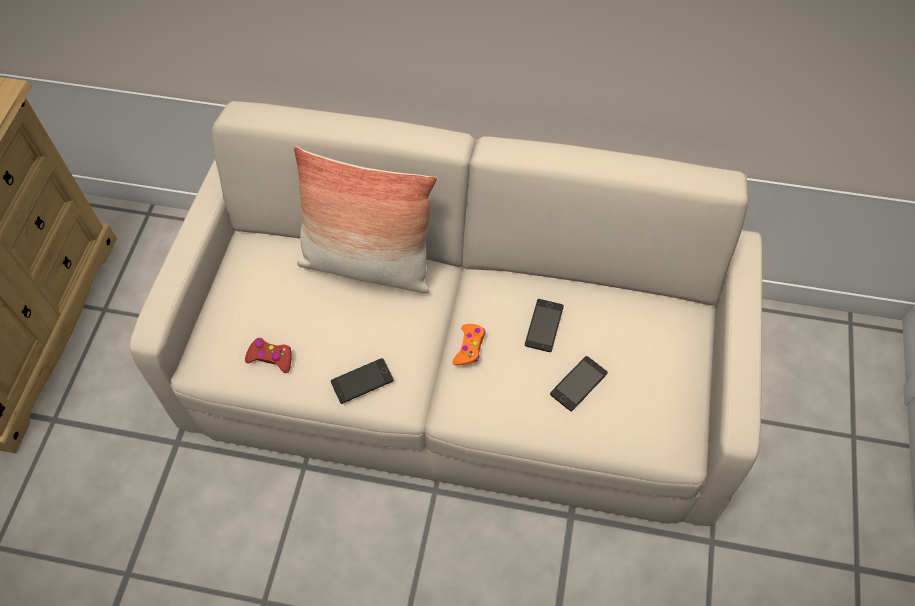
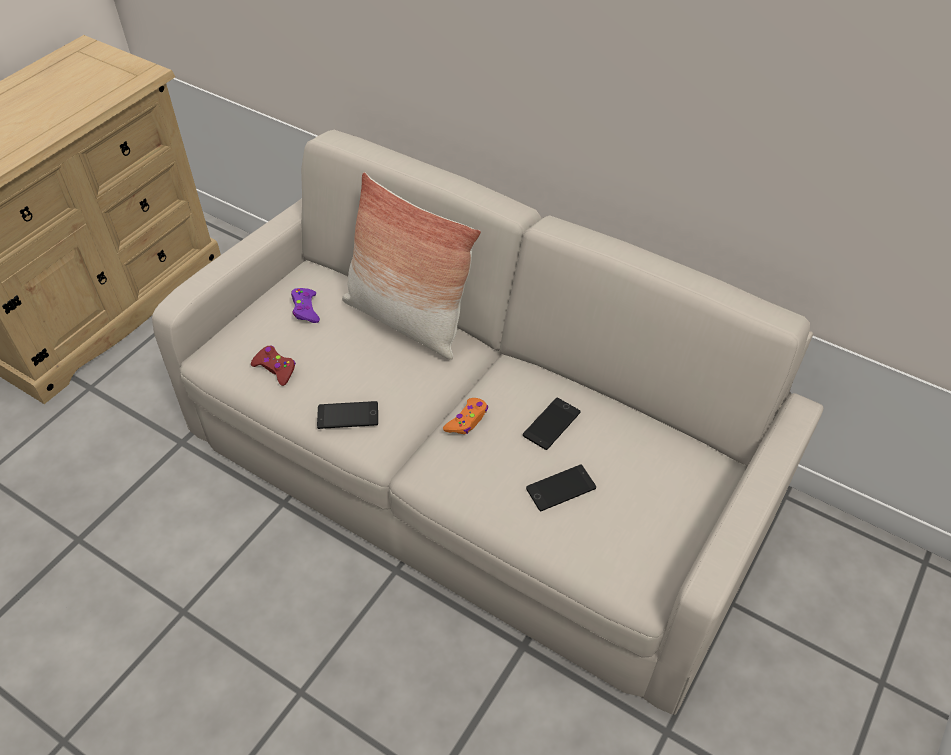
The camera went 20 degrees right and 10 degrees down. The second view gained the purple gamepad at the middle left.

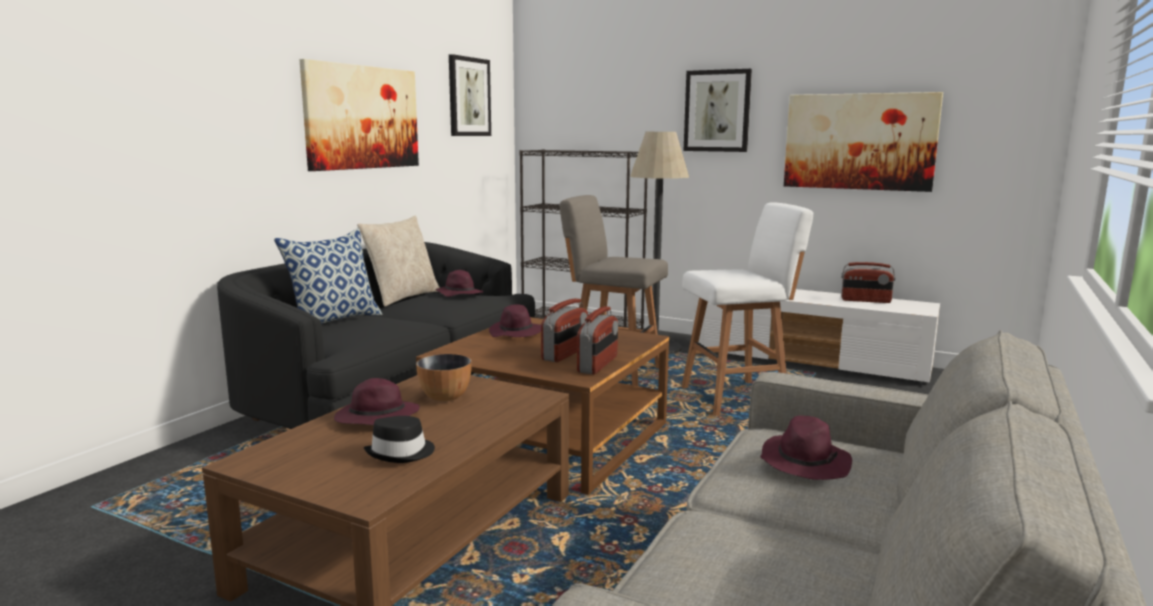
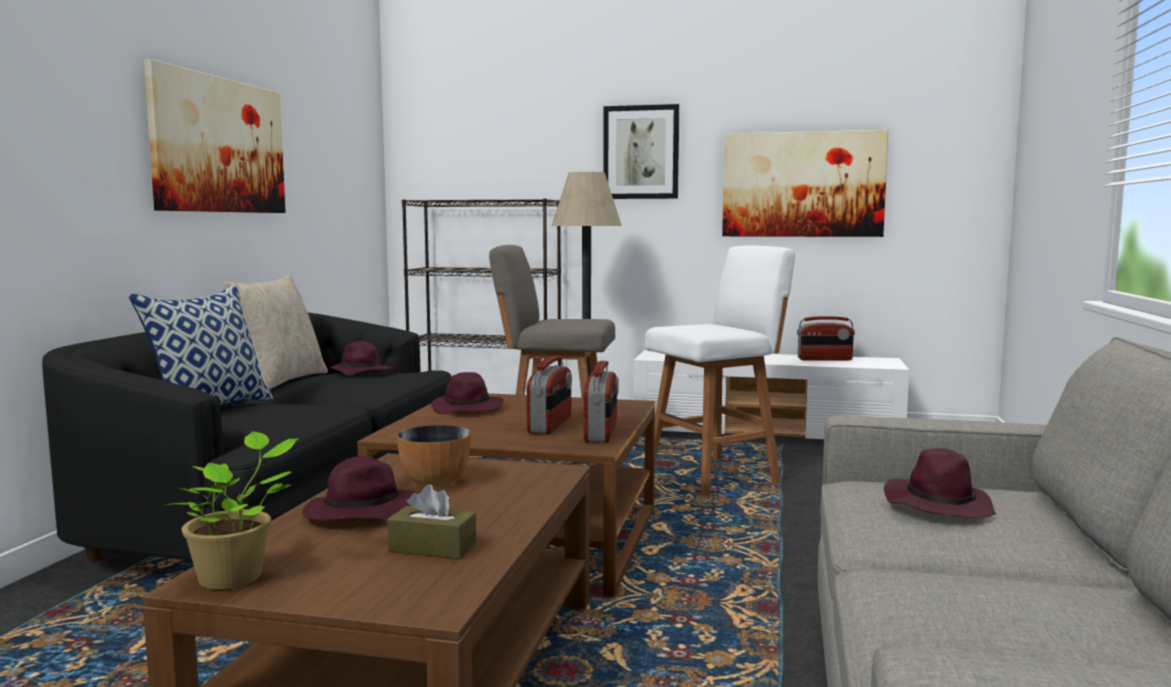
The camera went 15 degrees left and 5 degrees down. The second view lost the wall art (2nd from left) at the top centre. The second view gained the potted plant at the bottom left. Where the black-coloured hat stood at the bottom centre, the brown-coloured tissue box came to stand at the bottom centre.

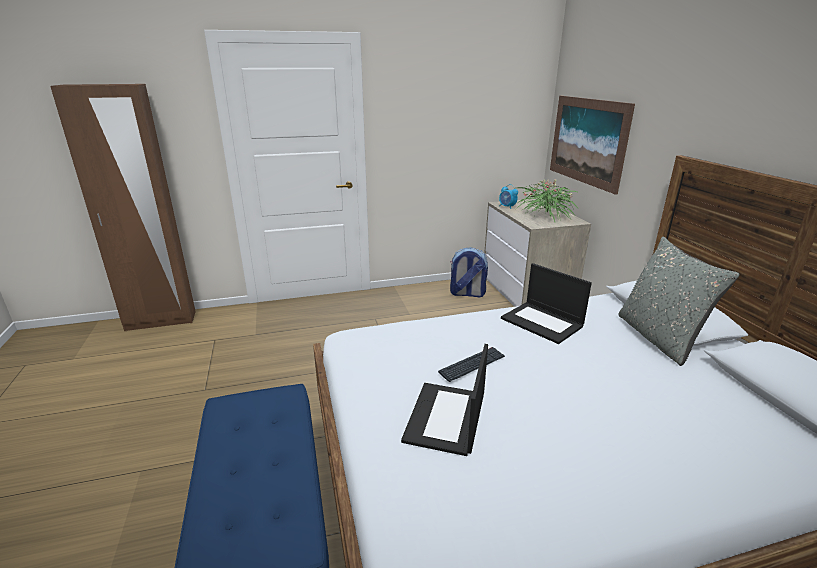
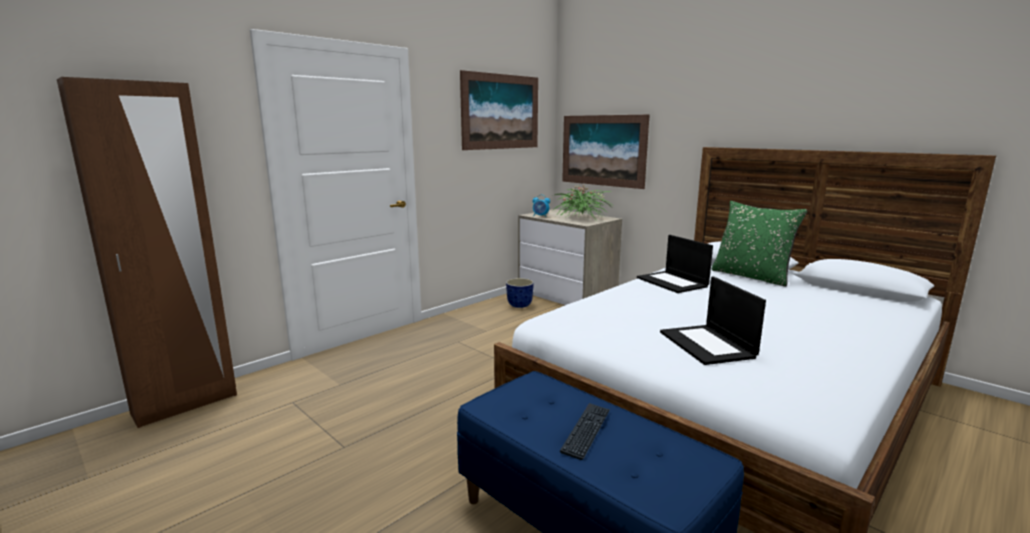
The camera went 30 degrees left and 10 degrees down. The second view gained the wall art (1st from left) at the top centre. The keyboard ended up elsewhere, having gone from the centre to the bottom centre. Where the backpack stood at the centre, the plant pot came to stand at the centre. What was the gray throw pillow at the middle right turned into the green throw pillow at the middle right. The laptop (2nd from left in the first image) at the middle right ended up facing another way, 45 degrees clockwise from before.

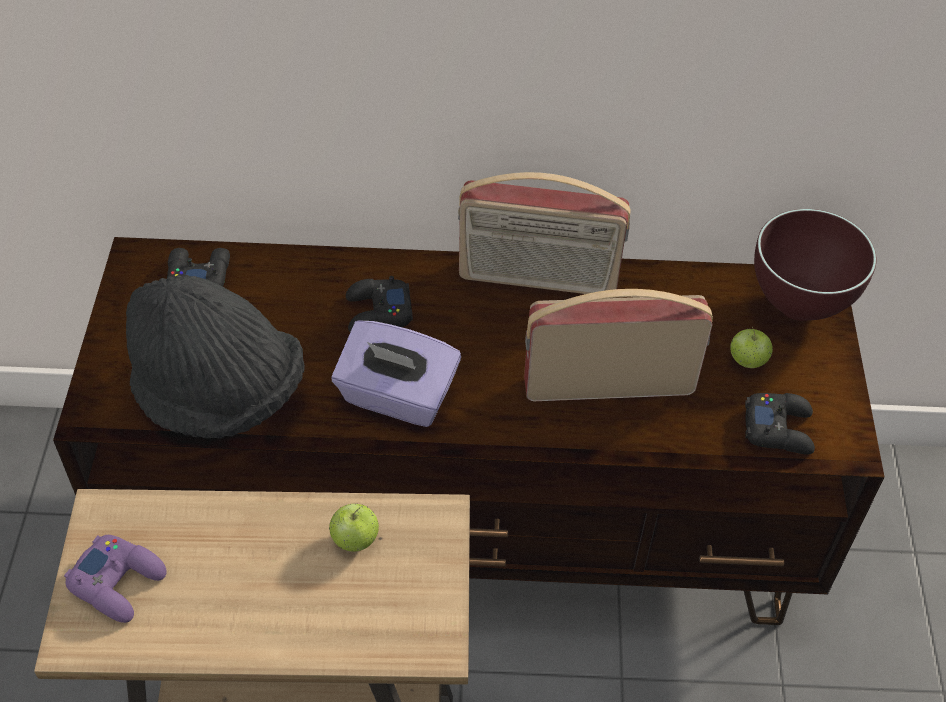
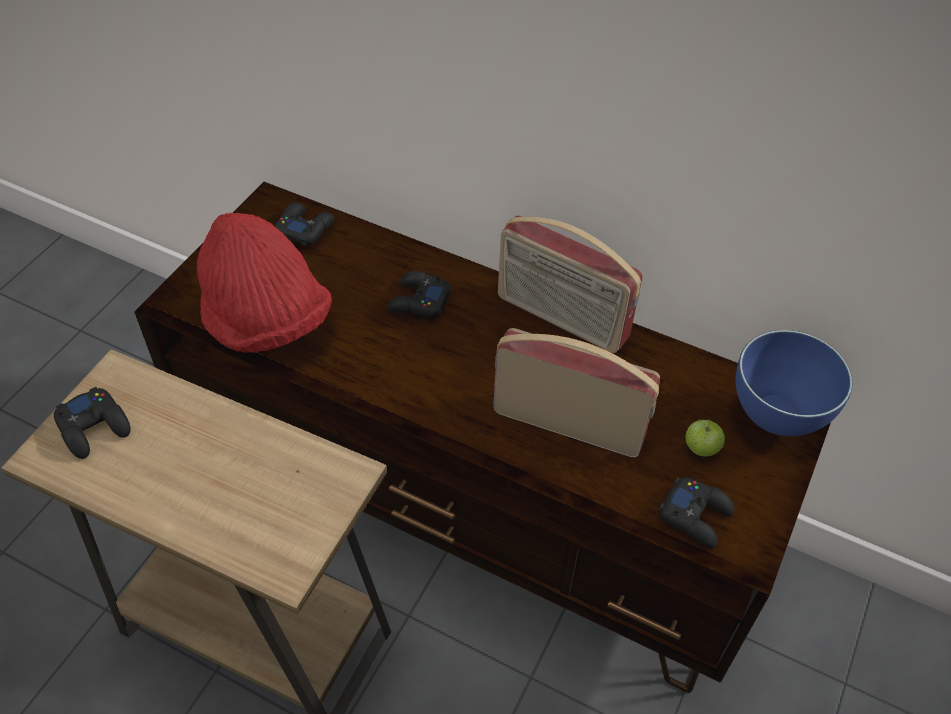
The camera went 25 degrees right and 0 degrees up. The second view lost the whole apple (1st from left) at the bottom centre. The second view lost the purple tissue box at the centre. What was the purple gamepad at the bottom left turned into the black-coloured gamepad (1st from left) at the middle left. What was the black-coloured hat at the middle left turned into the red hat at the middle left. What was the brown-coloured bowl at the middle right turned into the blue-coloured bowl at the middle right.

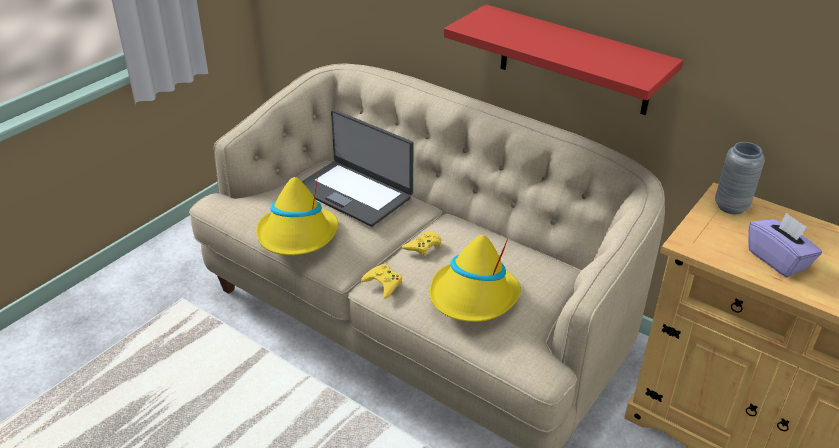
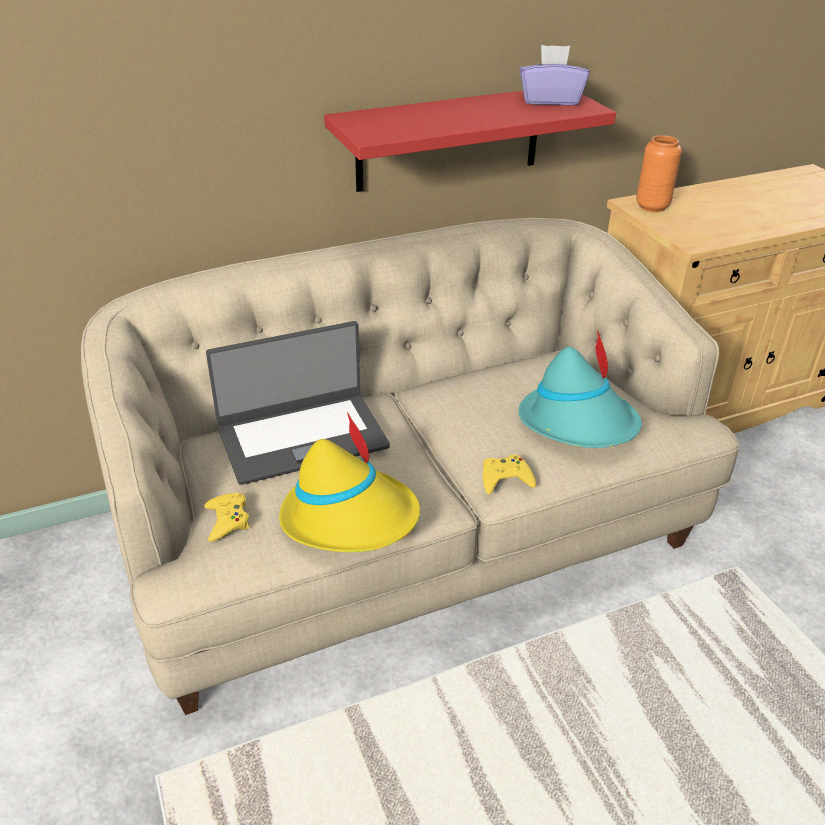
The camera went 60 degrees left and 0 degrees up. The yellowish gamepad (2nd from left in the first image) ended up elsewhere, having gone from the centre to the middle left. The purple tissue box ended up elsewhere, having gone from the middle right to the top right. What was the yellowish hat (2nd from left) at the centre turned into the turquoise hat at the middle right. What was the gray decorative vase at the middle right turned into the orangey decorative vase at the top right.

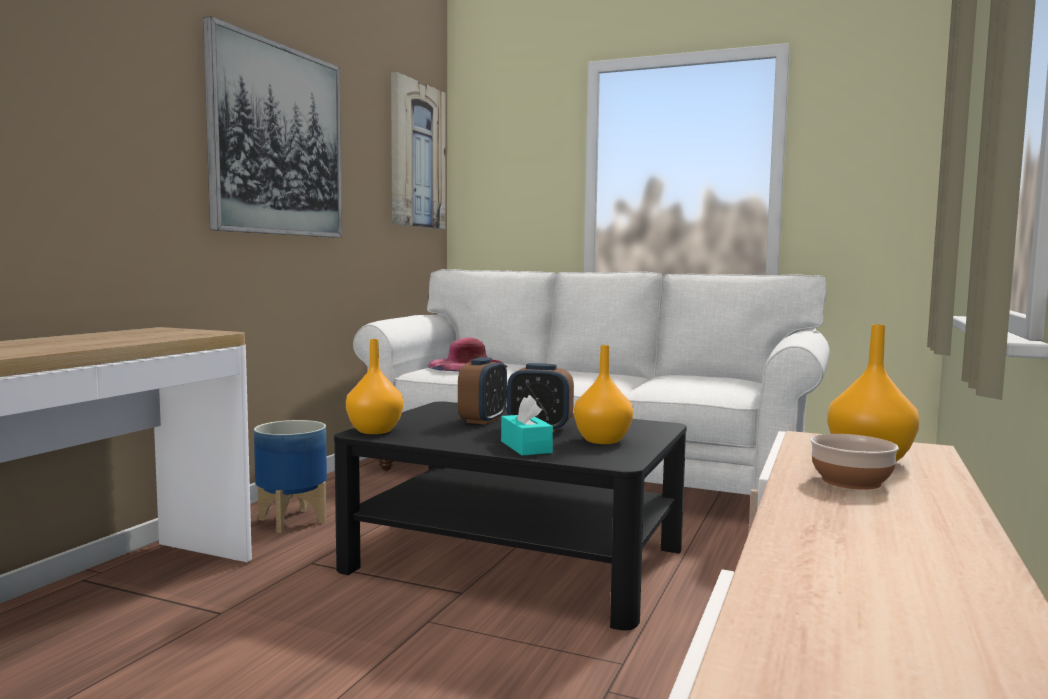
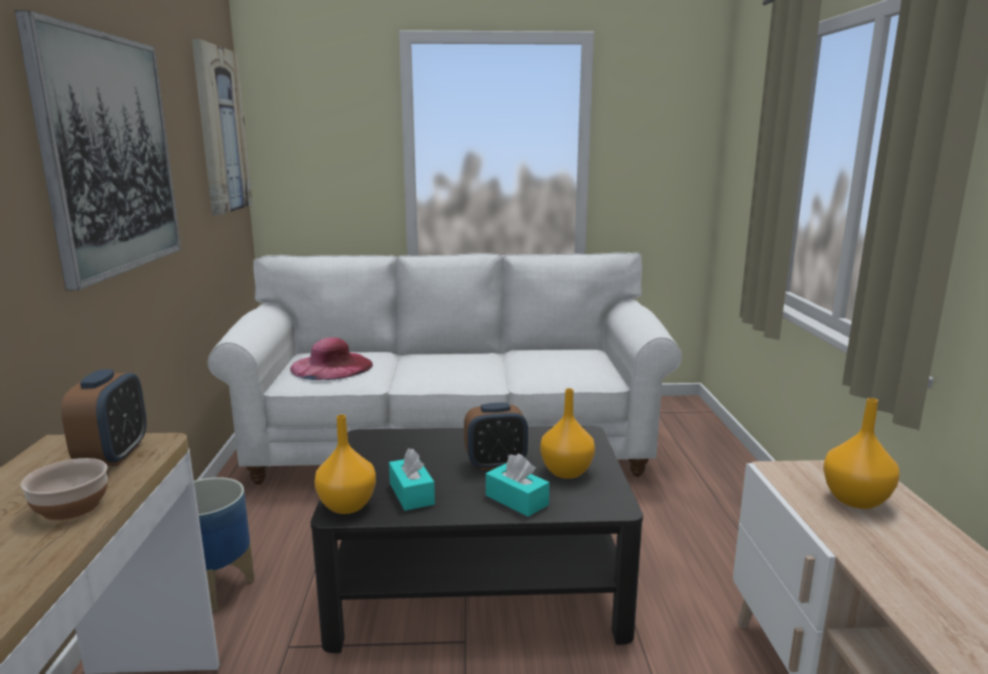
The camera went 25 degrees left and 10 degrees up. The second view gained the turquoise tissue box (1st from left) at the bottom centre. The bedside clock (1st from left) ended up elsewhere, having gone from the centre to the middle left. The bowl ended up elsewhere, having gone from the middle right to the bottom left.

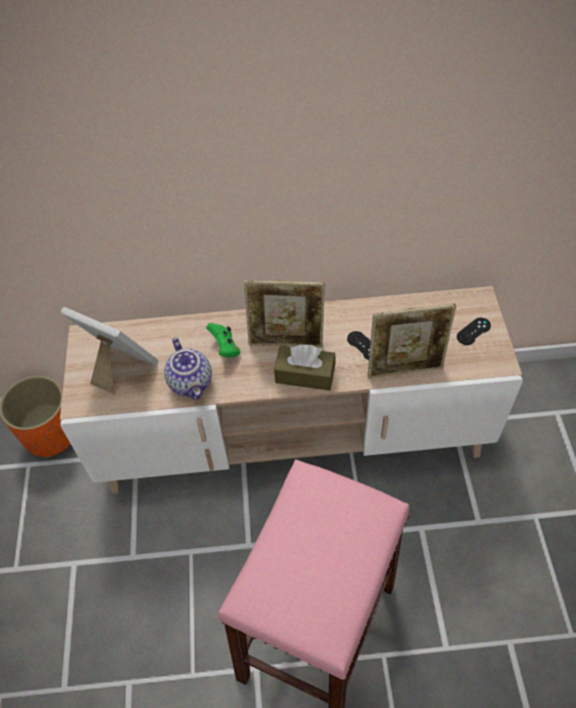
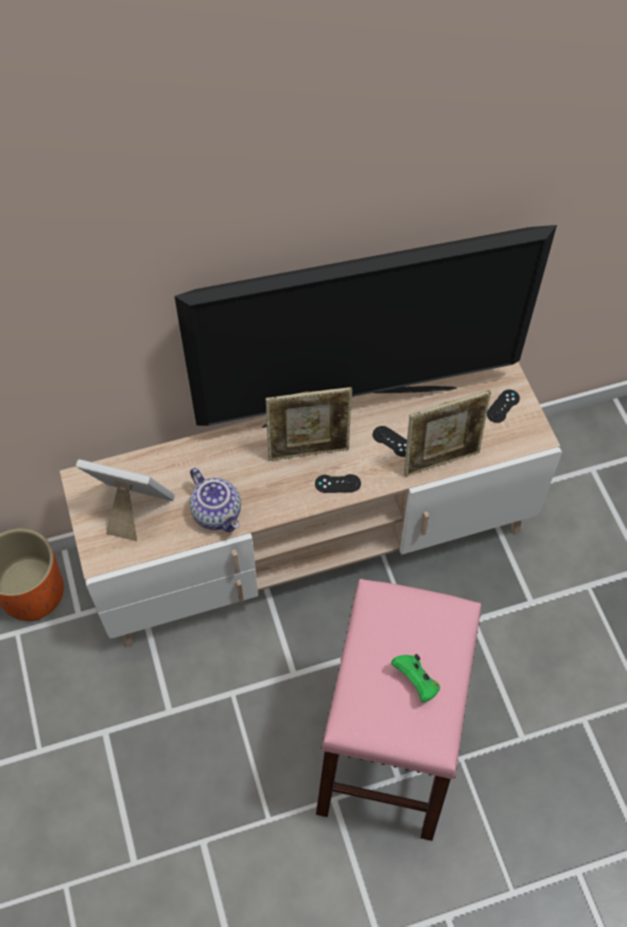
The camera went 15 degrees left and 5 degrees up. The second view gained the television at the centre. The green gamepad ended up elsewhere, having gone from the centre to the bottom centre. Where the brown-coloured tissue box stood at the centre, the black-coloured gamepad (1st from left) came to stand at the centre.

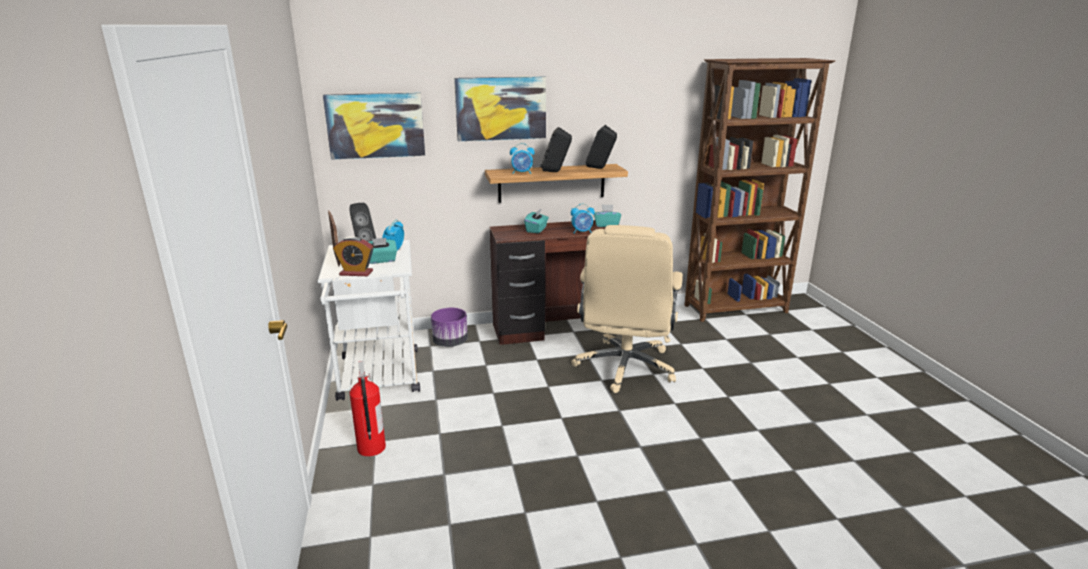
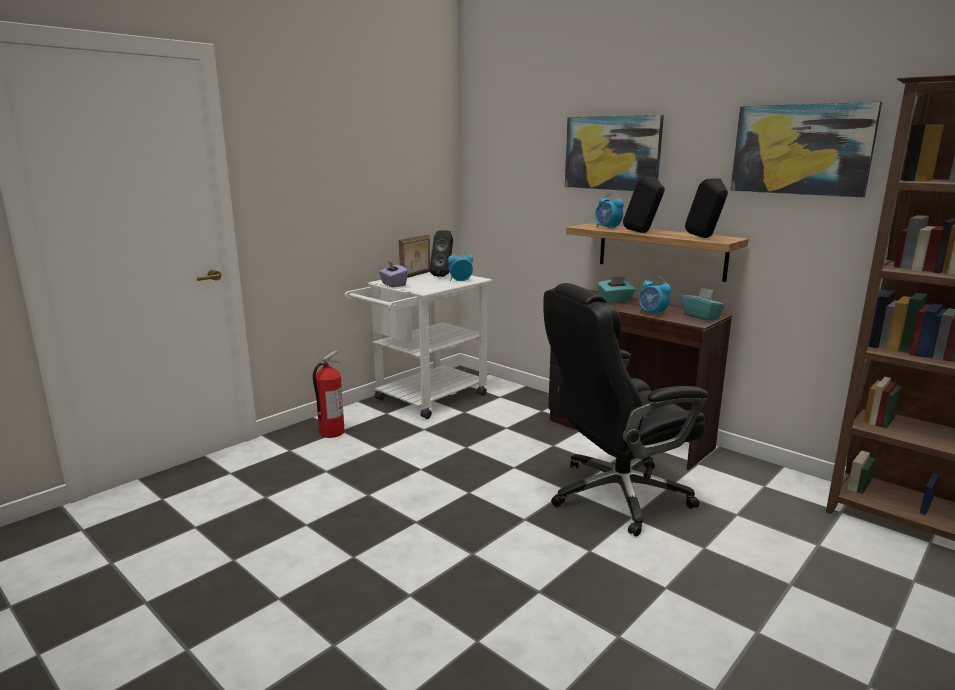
The camera went 55 degrees right and 5 degrees down. The second view lost the turquoise tissue box (1st from left) at the centre. The second view lost the purple plant pot at the centre. The wall art (1st from left in the first image) ended up elsewhere, having gone from the top centre to the top right. Where the bedside clock (1st from left) stood at the middle left, the purple tissue box came to stand at the centre. What was the sand-coloured office chair at the centre turned into the black-coloured office chair at the centre.

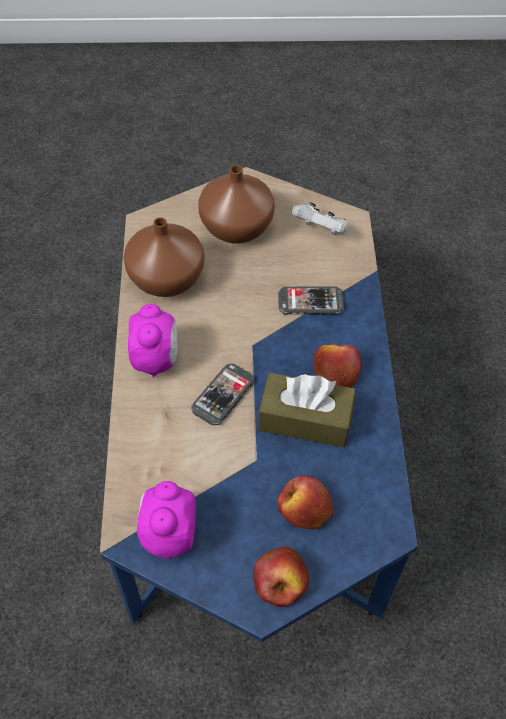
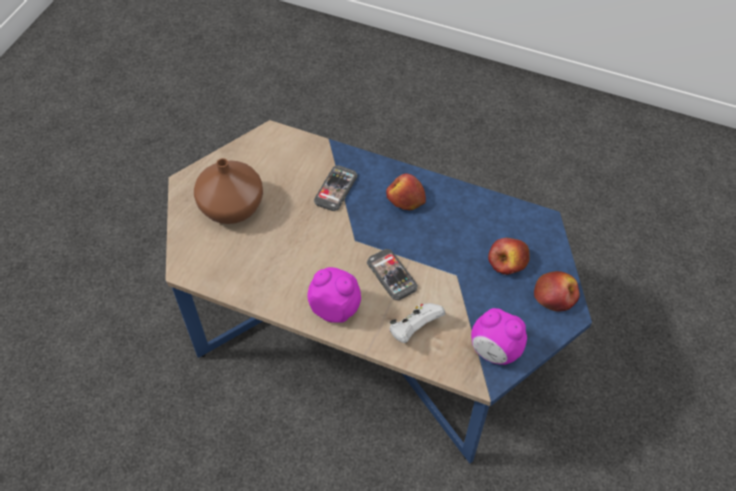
The camera went 65 degrees left and 0 degrees up. The second view lost the brown-coloured decorative vase (1st from left) at the middle left. The second view lost the brown-coloured tissue box at the centre. The white gamepad ended up elsewhere, having gone from the top centre to the centre.

